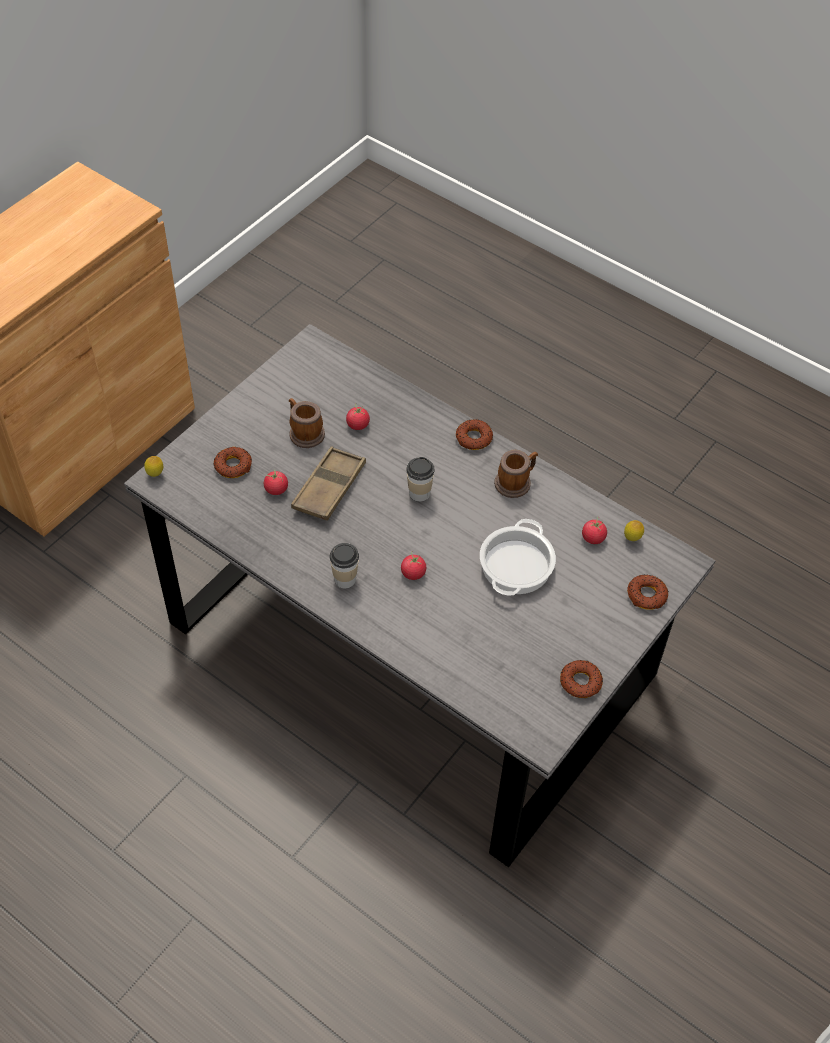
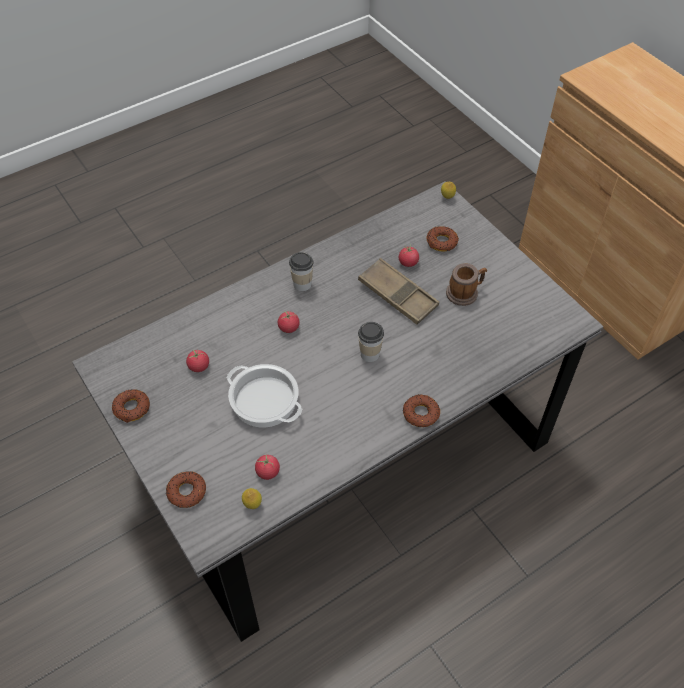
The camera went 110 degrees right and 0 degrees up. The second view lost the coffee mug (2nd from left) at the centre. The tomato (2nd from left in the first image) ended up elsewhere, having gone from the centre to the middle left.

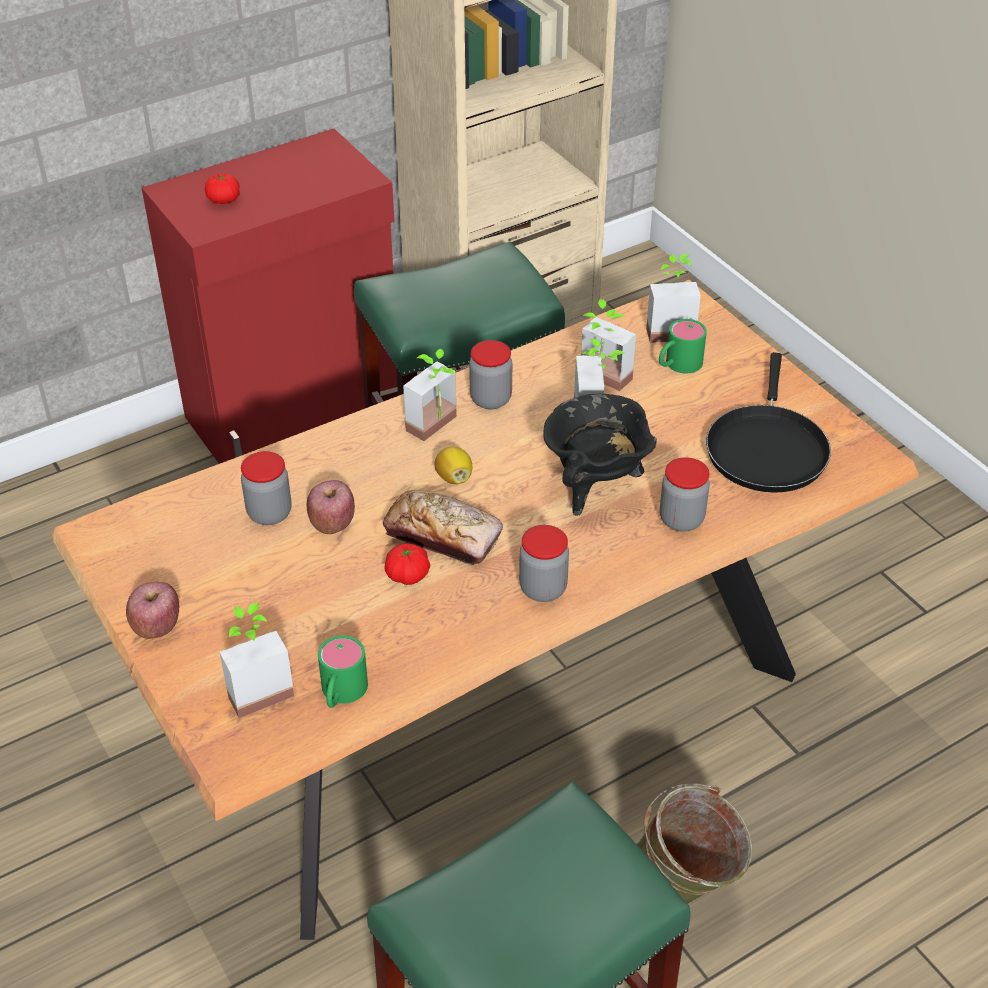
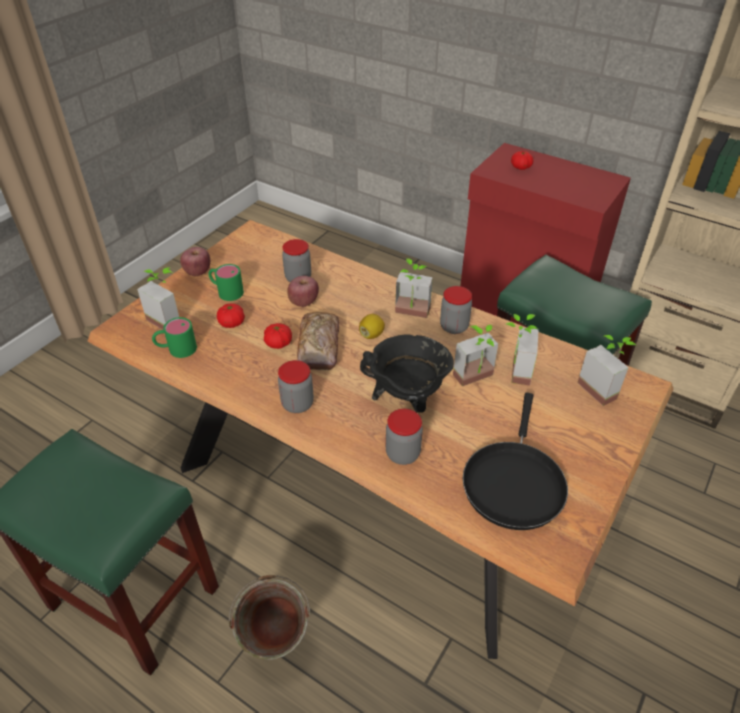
The camera went 65 degrees right and 0 degrees up. The second view gained the tomato (1st from left) at the middle left. The green coffee mug (2nd from left) ended up elsewhere, having gone from the middle right to the middle left. The black-coloured pan at the middle right ended up facing another way, 60 degrees counterclockwise from before.

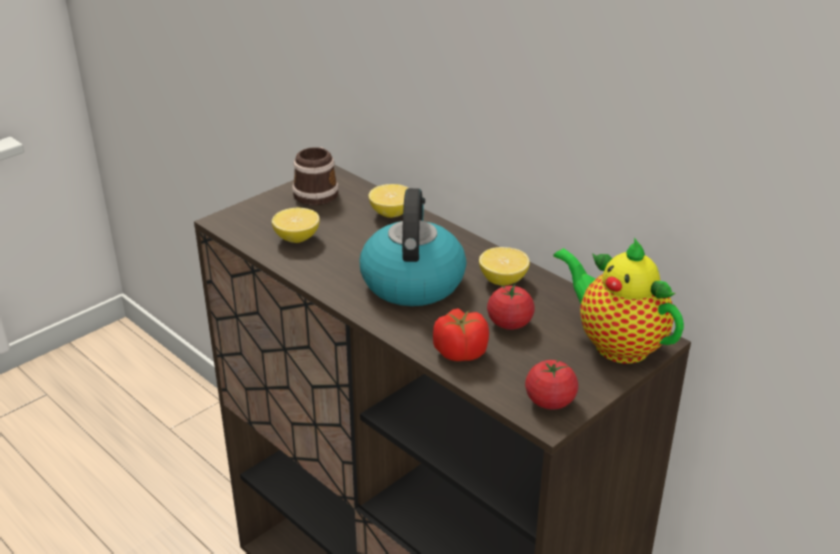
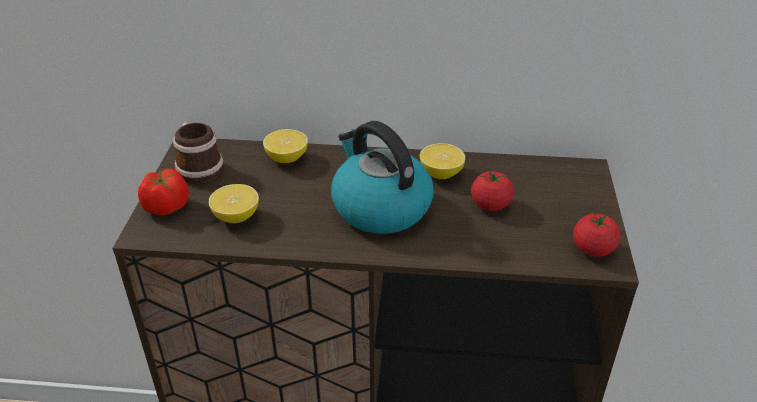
The camera went 40 degrees left and 5 degrees up. The second view lost the teapot at the middle right. The tomato (1st from left) ended up elsewhere, having gone from the centre to the middle left.

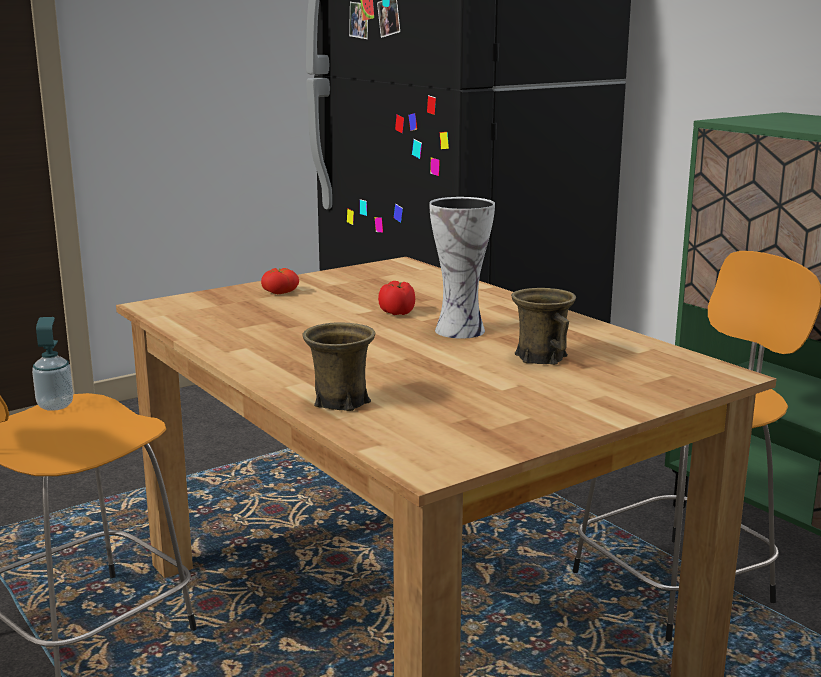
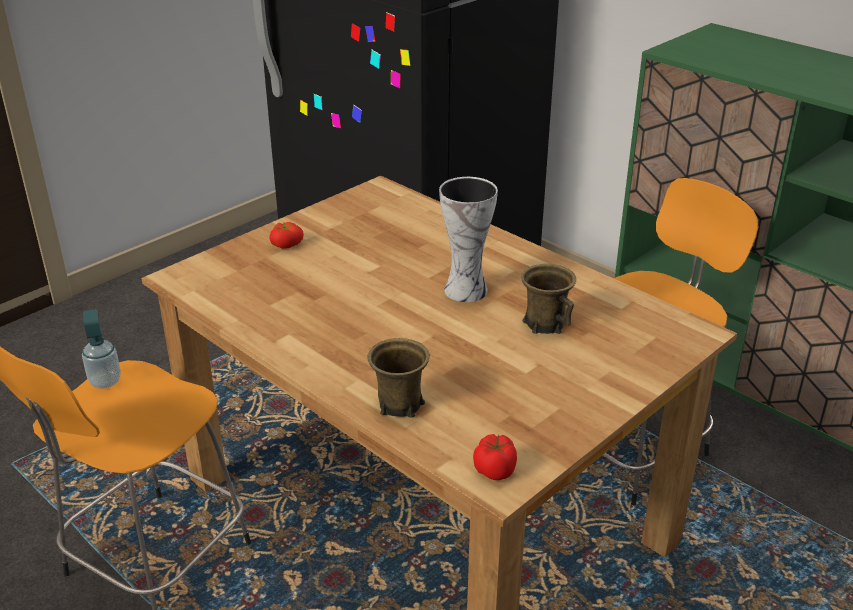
The camera went 10 degrees left and 15 degrees up. The tomato (2nd from left) ended up elsewhere, having gone from the centre to the bottom centre.

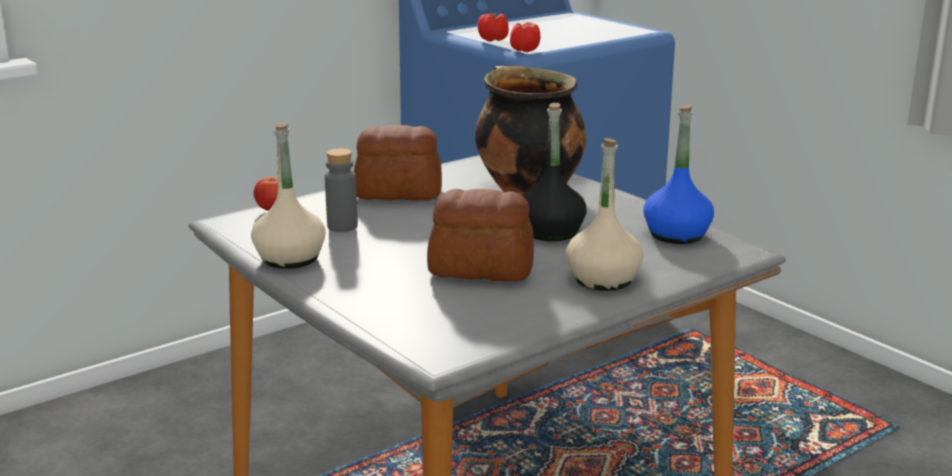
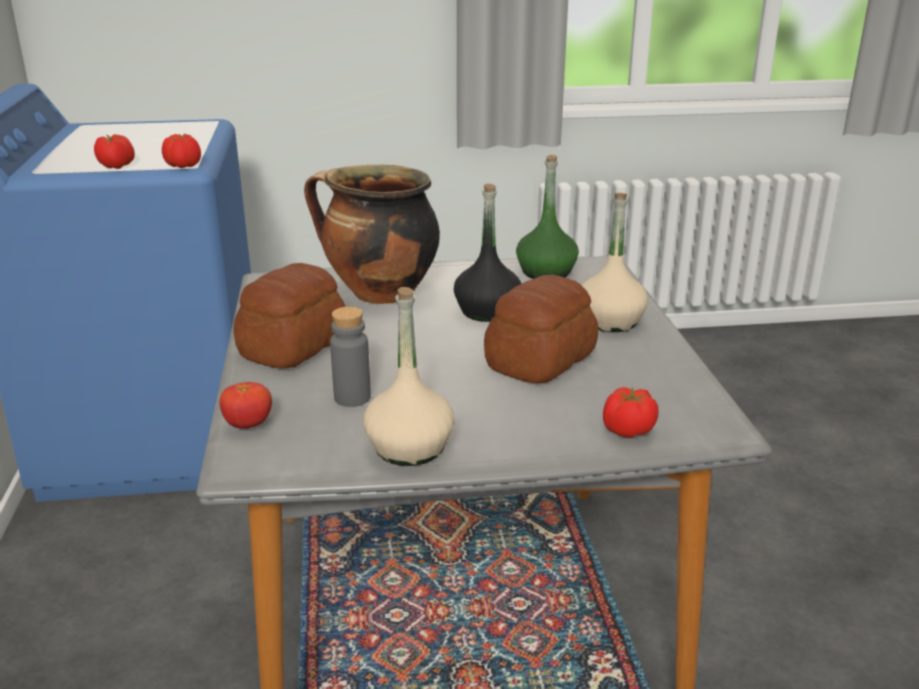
The camera went 60 degrees left and 5 degrees up. The second view gained the tomato (4th from left) at the middle right. What was the blue-coloured drink bottle at the middle right turned into the green drink bottle at the top centre.

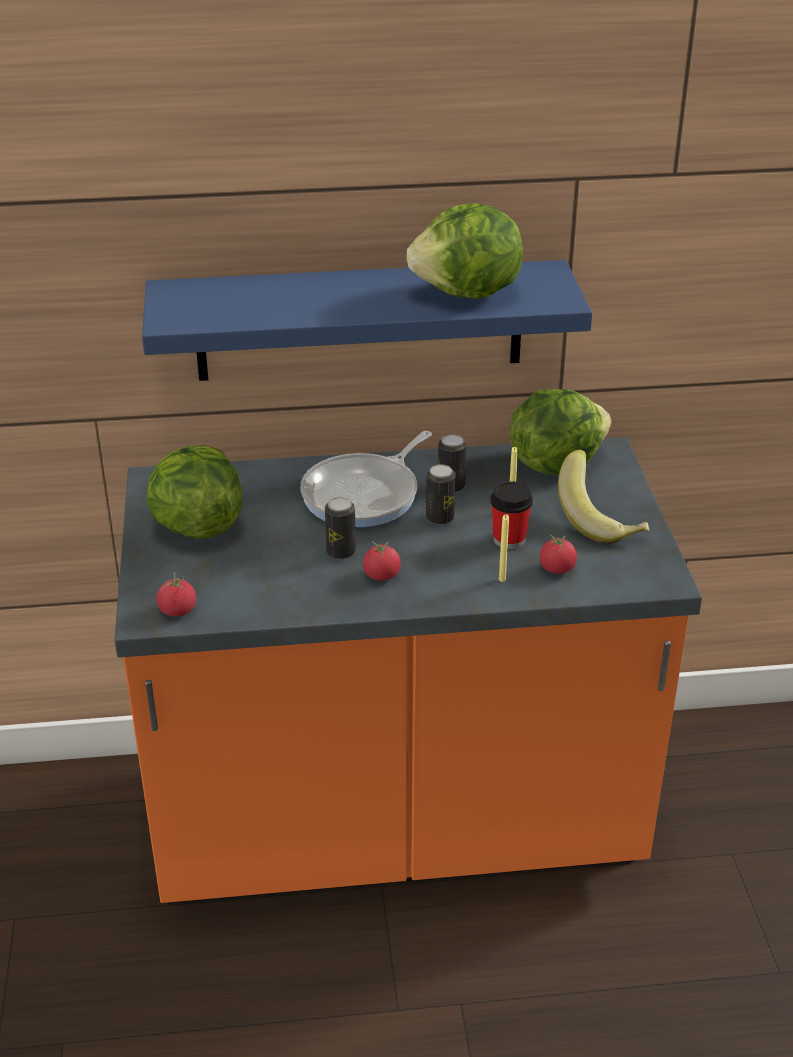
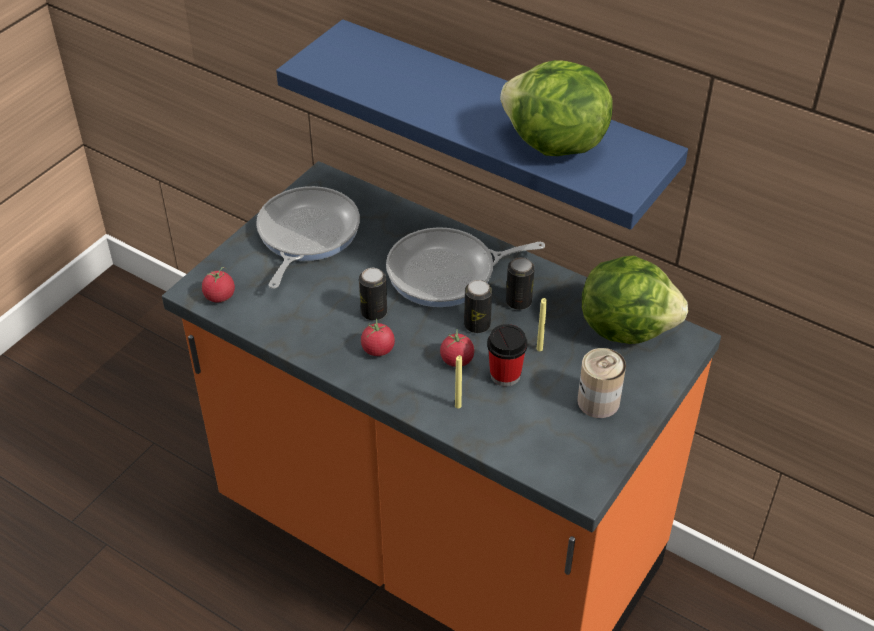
The camera went 40 degrees right and 10 degrees up. The tomato (3rd from left) ended up elsewhere, having gone from the middle right to the centre. Where the lettuce head (1st from left) stood at the middle left, the pan (1st from left) came to stand at the centre. Where the whole banana stood at the middle right, the metal can (4th from left) came to stand at the middle right.

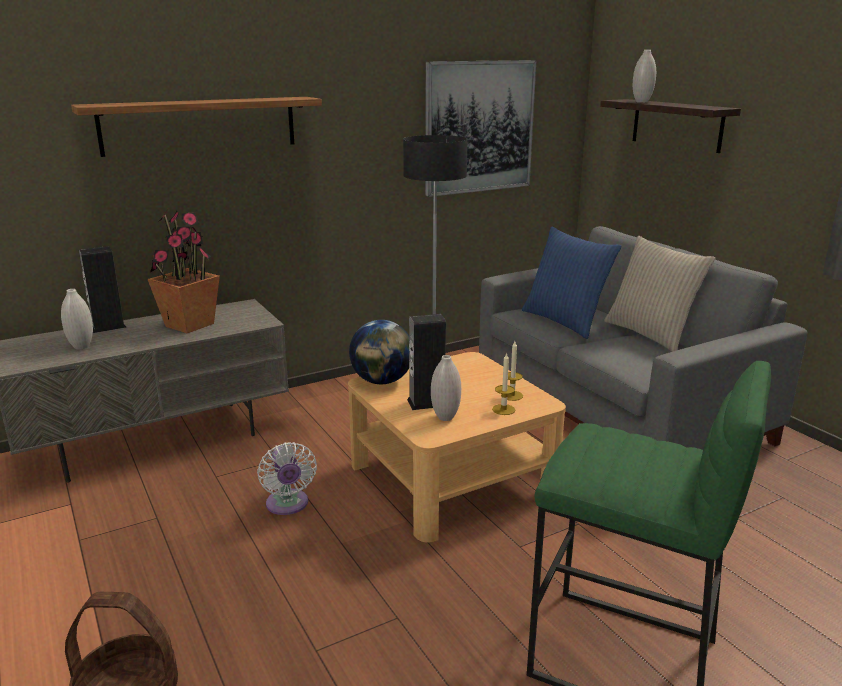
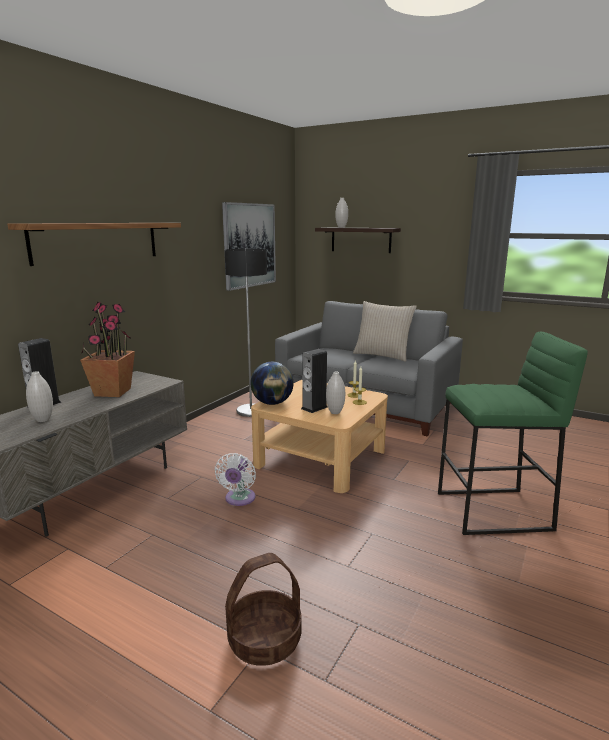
The camera went 30 degrees left and 5 degrees down. The second view lost the blue-coloured throw pillow at the middle right. The white cooling fan at the bottom centre ended up facing another way, 60 degrees clockwise from before.

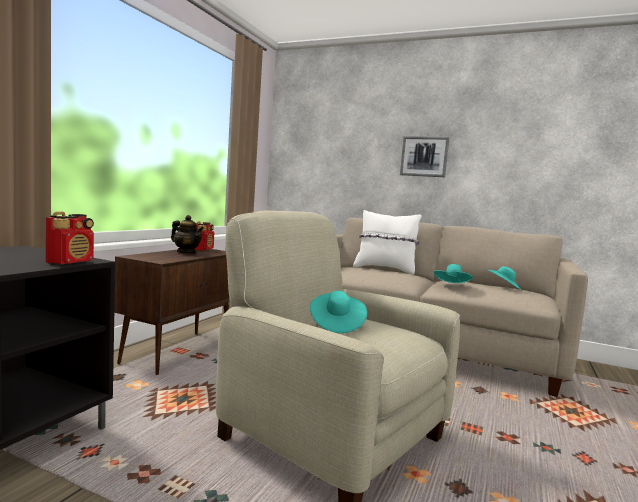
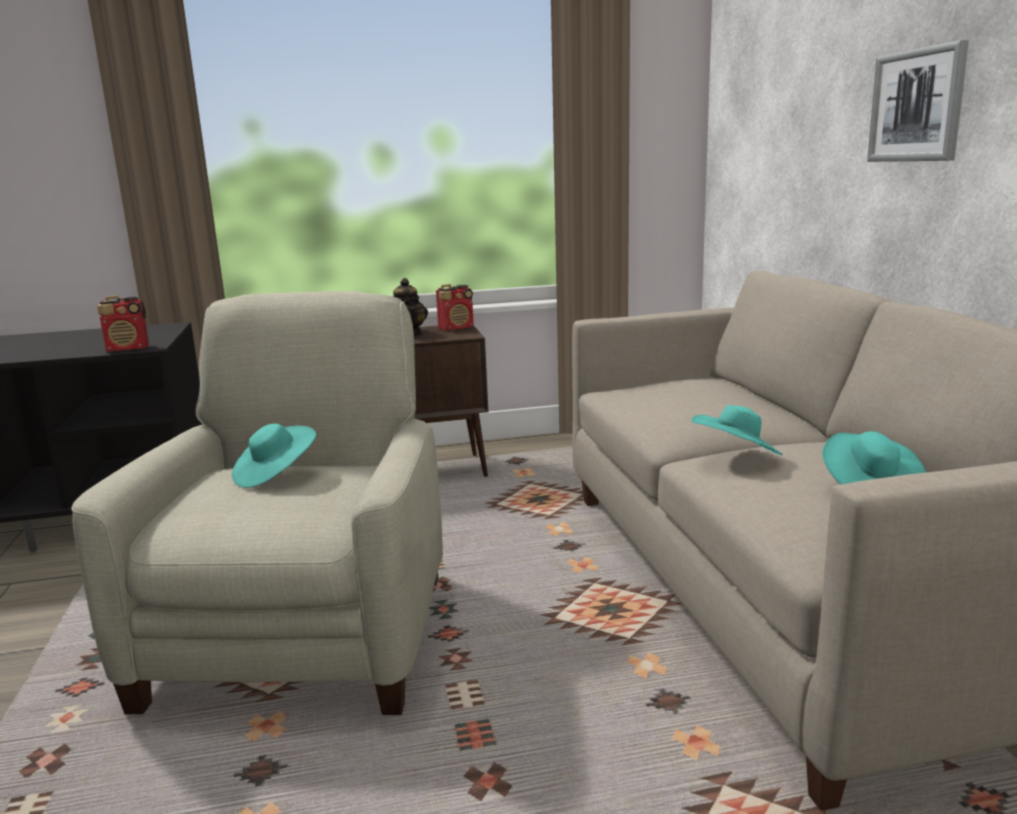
The camera went 55 degrees right and 10 degrees up. The second view lost the white throw pillow at the centre.

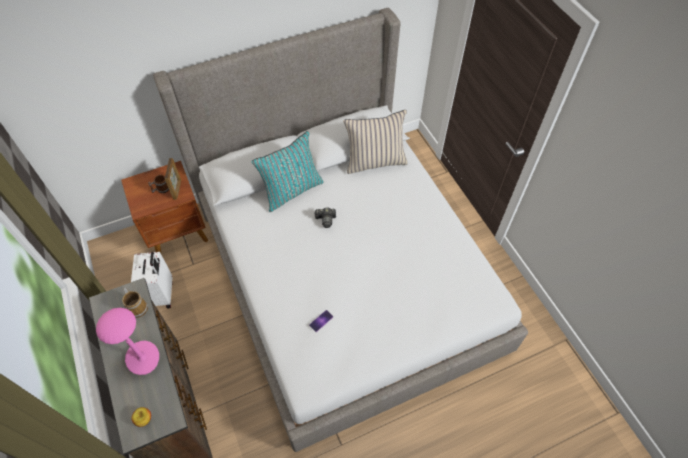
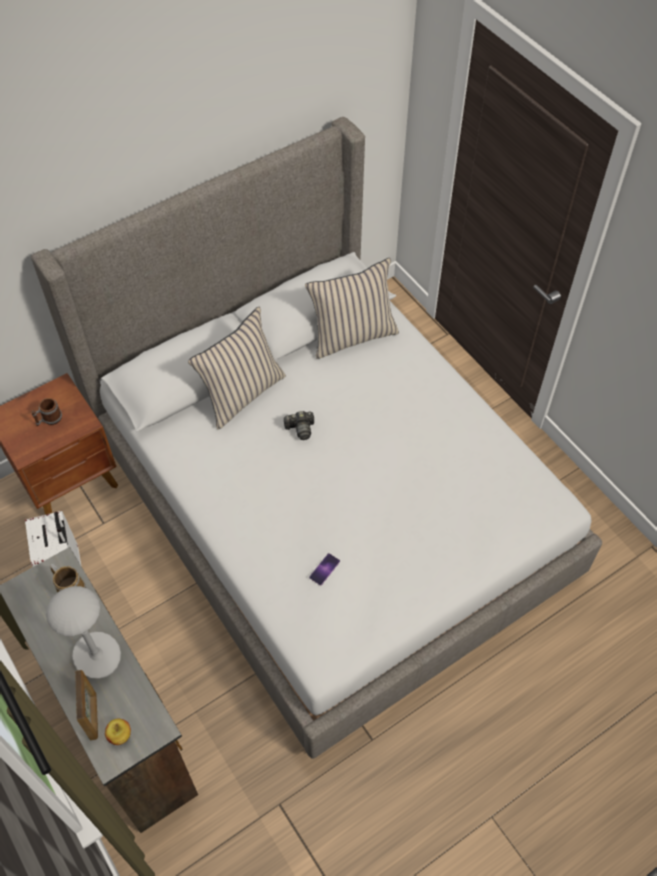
The camera went 10 degrees left and 0 degrees up. The picture frame ended up elsewhere, having gone from the middle left to the bottom left. What was the pink table lamp at the bottom left turned into the gray table lamp at the bottom left. What was the turquoise throw pillow at the centre turned into the sand-coloured throw pillow (1st from left) at the centre.

